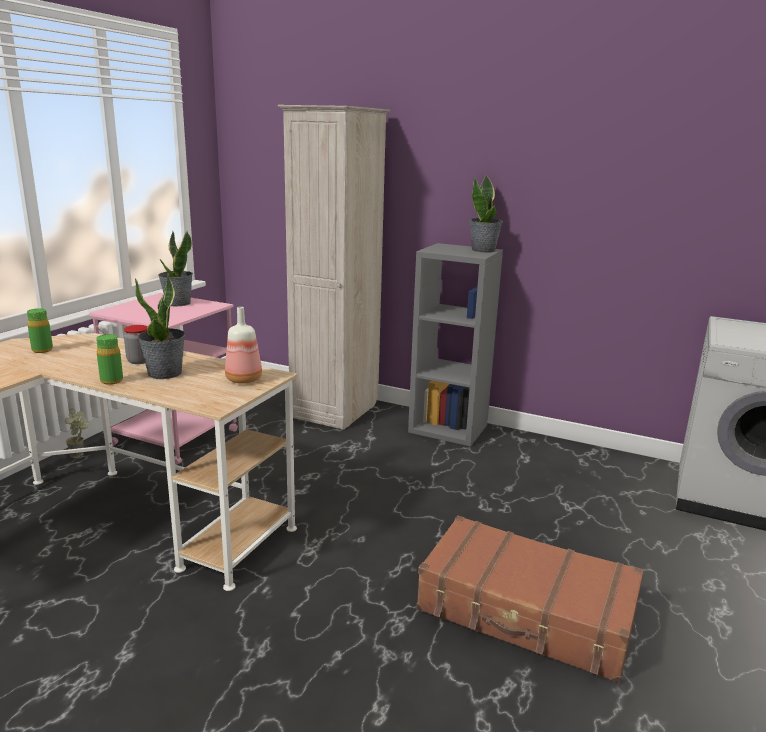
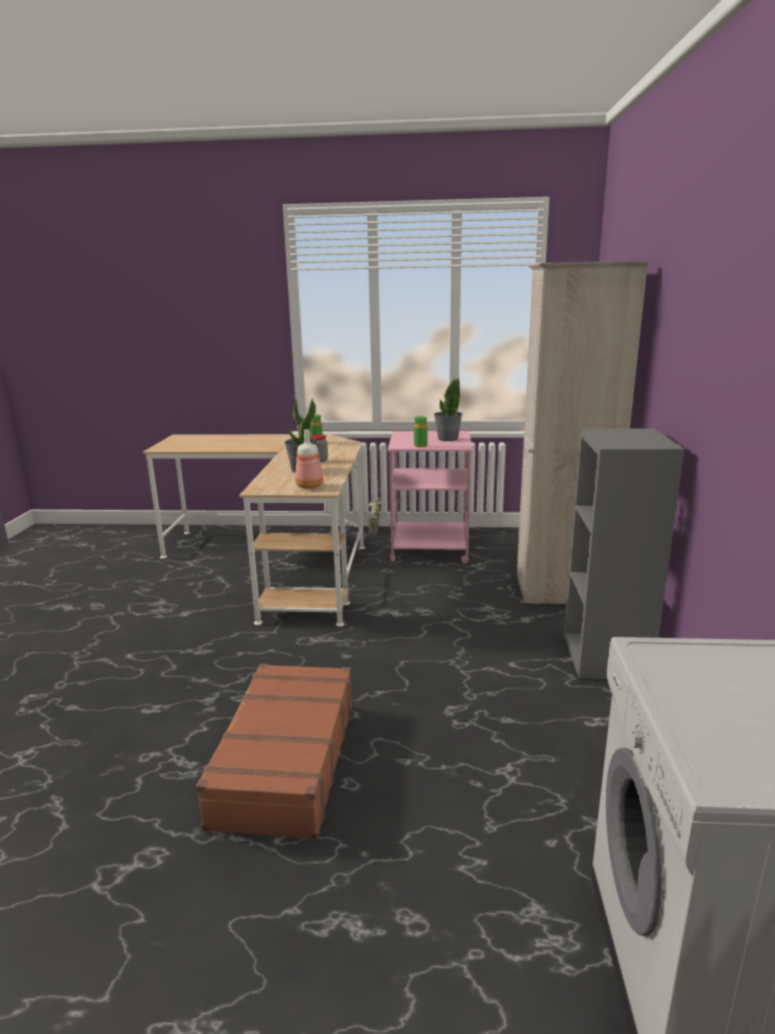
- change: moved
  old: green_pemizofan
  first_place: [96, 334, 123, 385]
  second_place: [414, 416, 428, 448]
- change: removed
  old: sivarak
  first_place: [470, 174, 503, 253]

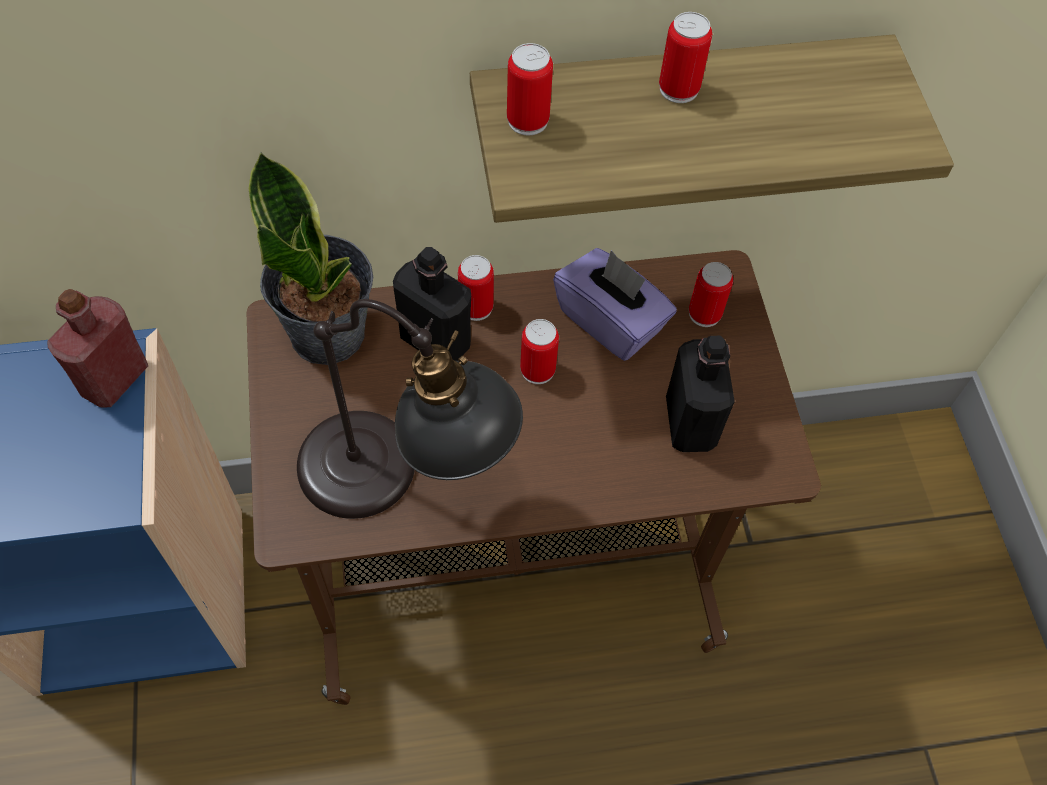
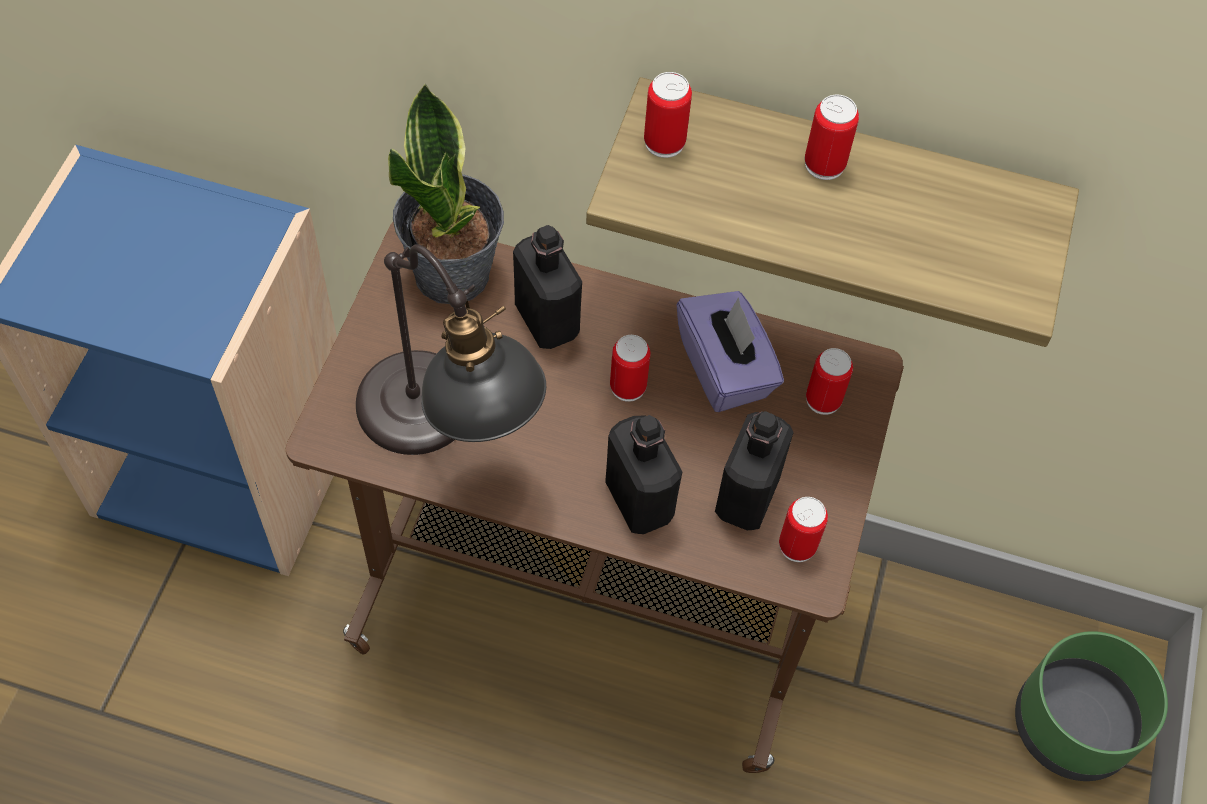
- change: added
  new: black_pemizofan
  second_place: [605, 415, 682, 534]
- change: moved
  old: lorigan
  first_place: [458, 255, 494, 321]
  second_place: [779, 497, 828, 562]
- change: added
  new: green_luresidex
  second_place: [1015, 631, 1168, 781]
- change: removed
  old: red_pemizofan
  first_place: [47, 289, 148, 408]

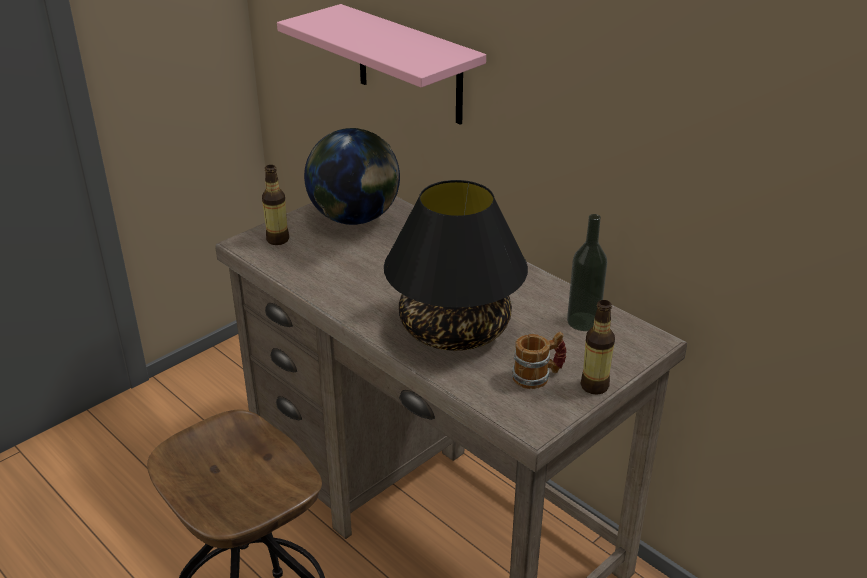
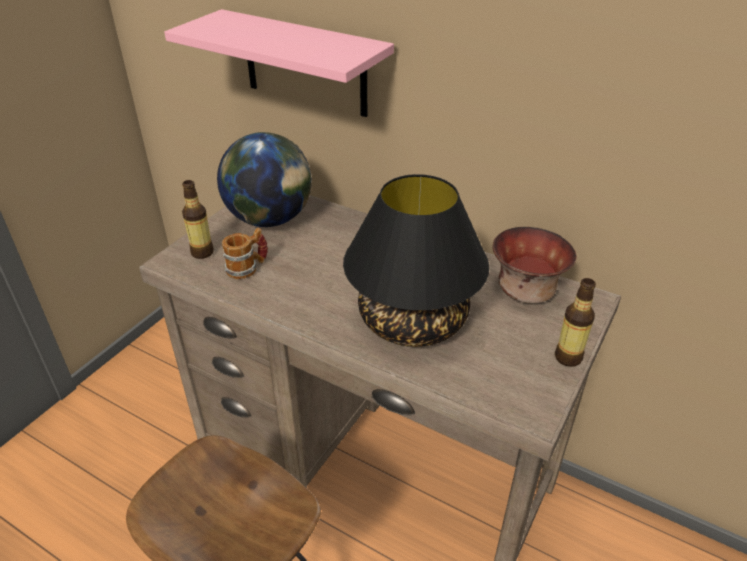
- change: moved
  old: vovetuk
  first_place: [512, 332, 566, 389]
  second_place: [222, 228, 268, 279]
- change: replaced
  old: pemizofan
  new: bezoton
  first_place: [567, 214, 607, 331]
  second_place: [492, 227, 577, 304]

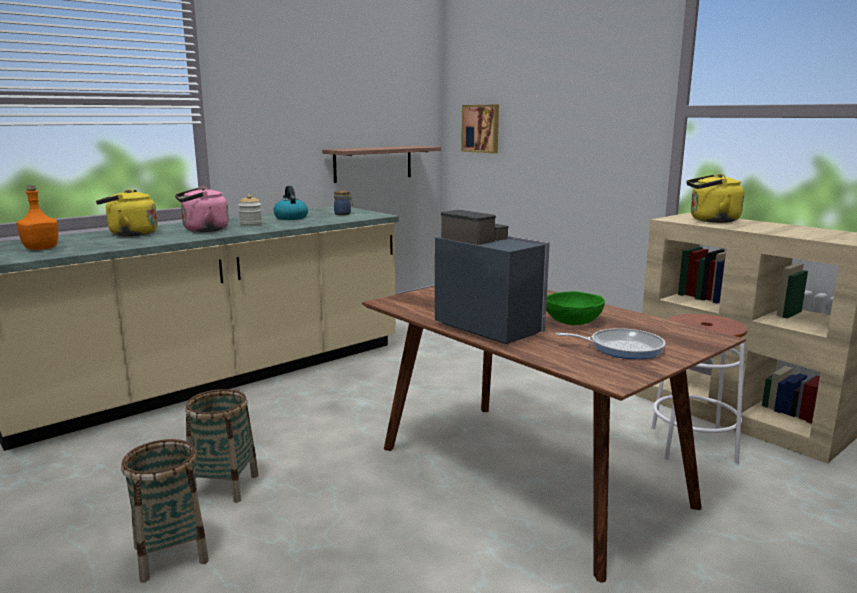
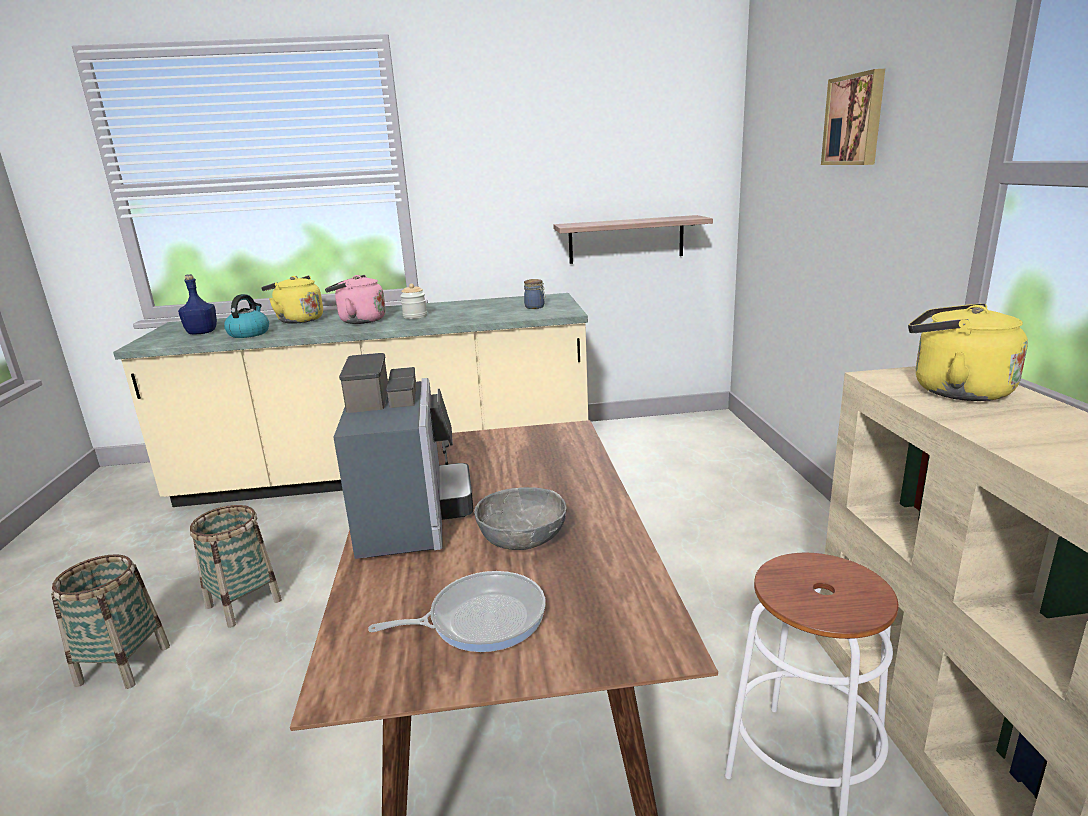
- change: recoloured
  old: orange_pemizofan
  new: blue_pemizofan
  first_place: [16, 186, 58, 250]
  second_place: [178, 274, 217, 334]
- change: moved
  old: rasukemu
  first_place: [274, 186, 308, 220]
  second_place: [224, 294, 269, 338]
- change: turned
  old: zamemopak
  first_place: [556, 328, 665, 359]
  second_place: [368, 571, 546, 652]
  degrees: -60
- change: recoloured
  old: green_bezoton
  new: grey_bezoton
  first_place: [546, 291, 605, 325]
  second_place: [474, 487, 567, 550]
- change: moved
  old: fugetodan
  first_place: [461, 105, 499, 153]
  second_place: [821, 69, 885, 165]

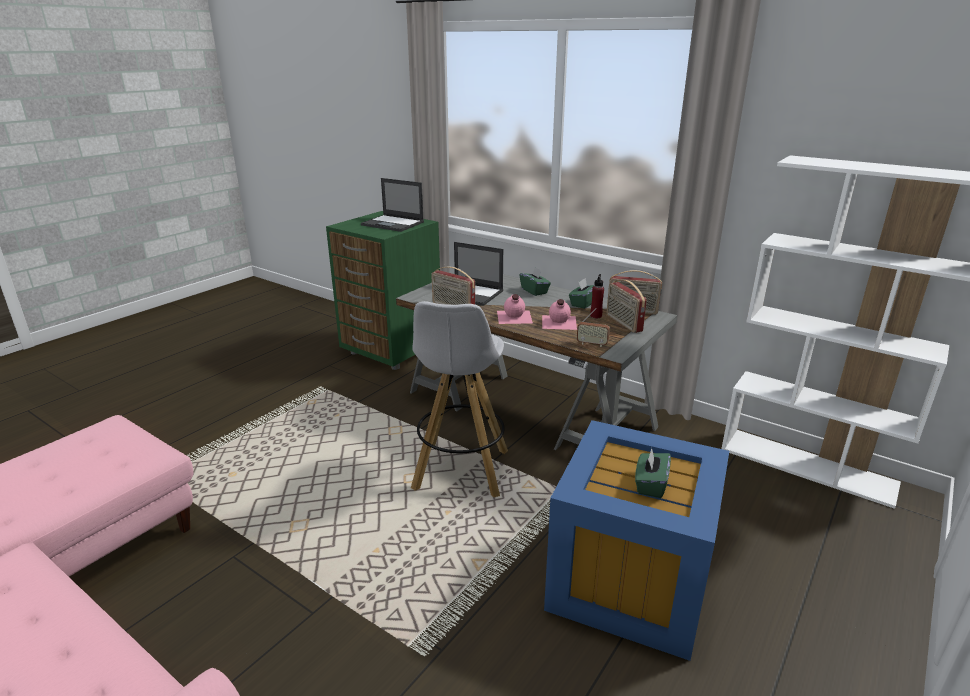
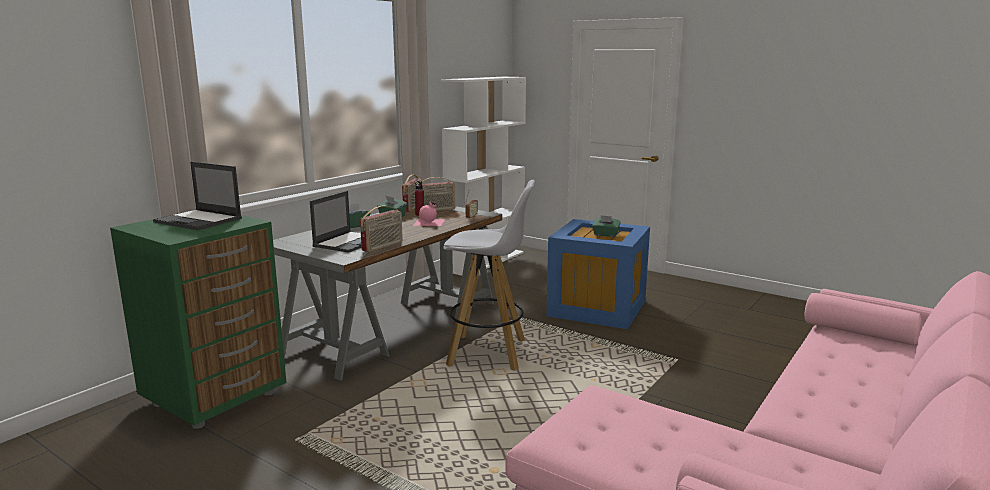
- change: turned
  old: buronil
  first_place: [361, 178, 424, 232]
  second_place: [153, 162, 242, 230]
  degrees: 90
- change: removed
  old: pink_pemizofan
  first_place: [497, 294, 533, 324]

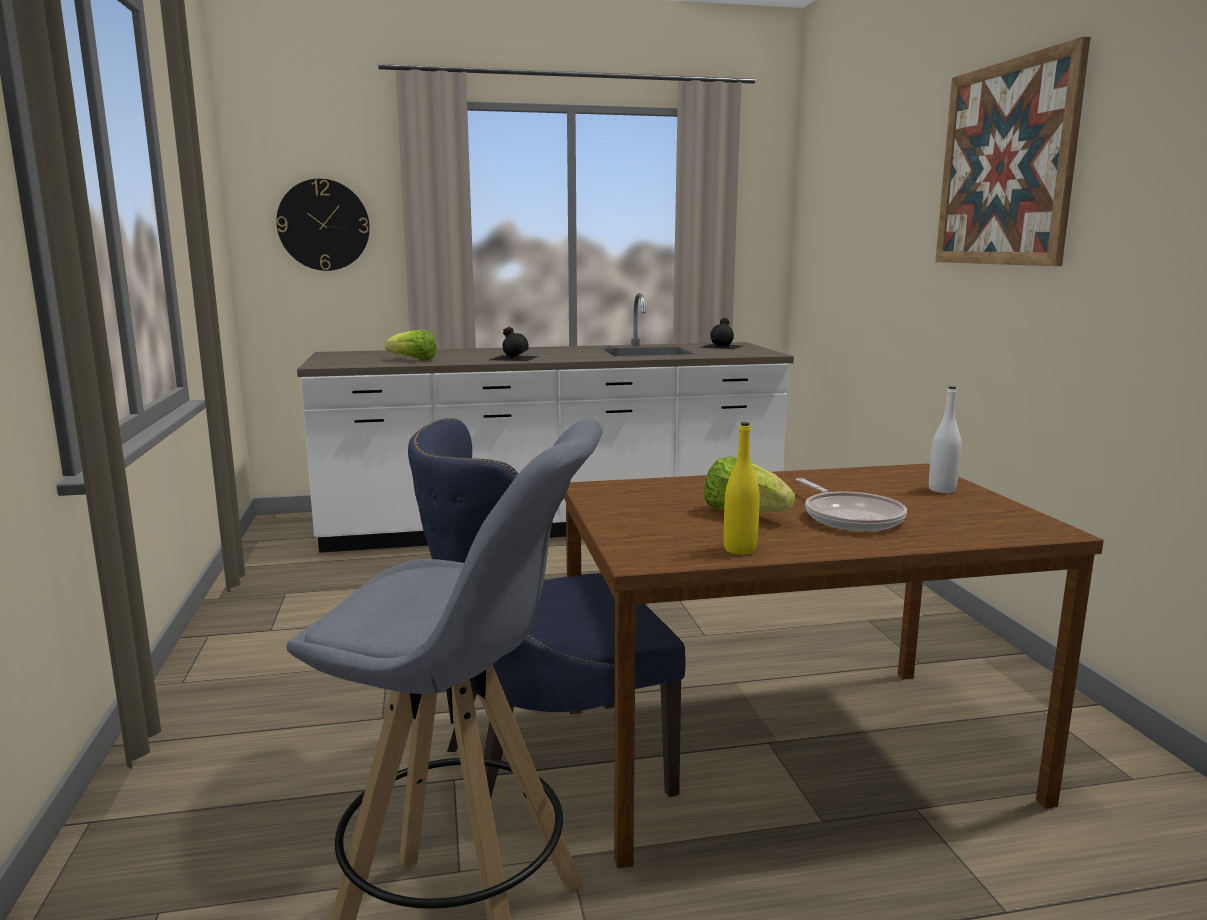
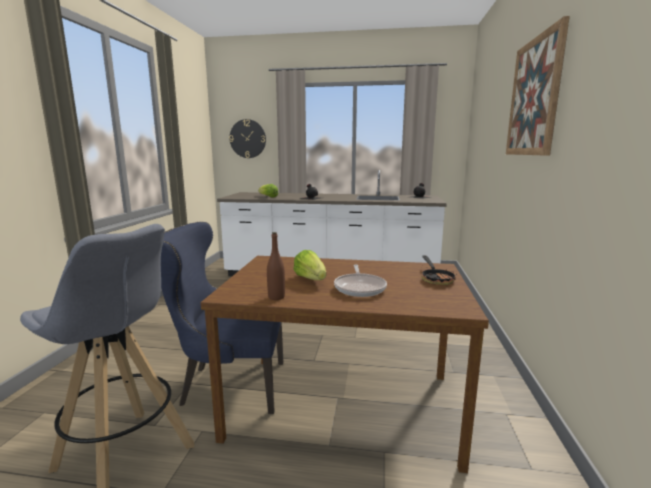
- change: recoloured
  old: yellow_pemizofan
  new: brown_pemizofan
  first_place: [724, 422, 760, 555]
  second_place: [267, 232, 285, 300]
- change: replaced
  old: white_pemizofan
  new: zamemopak
  first_place: [929, 386, 961, 493]
  second_place: [421, 255, 456, 285]

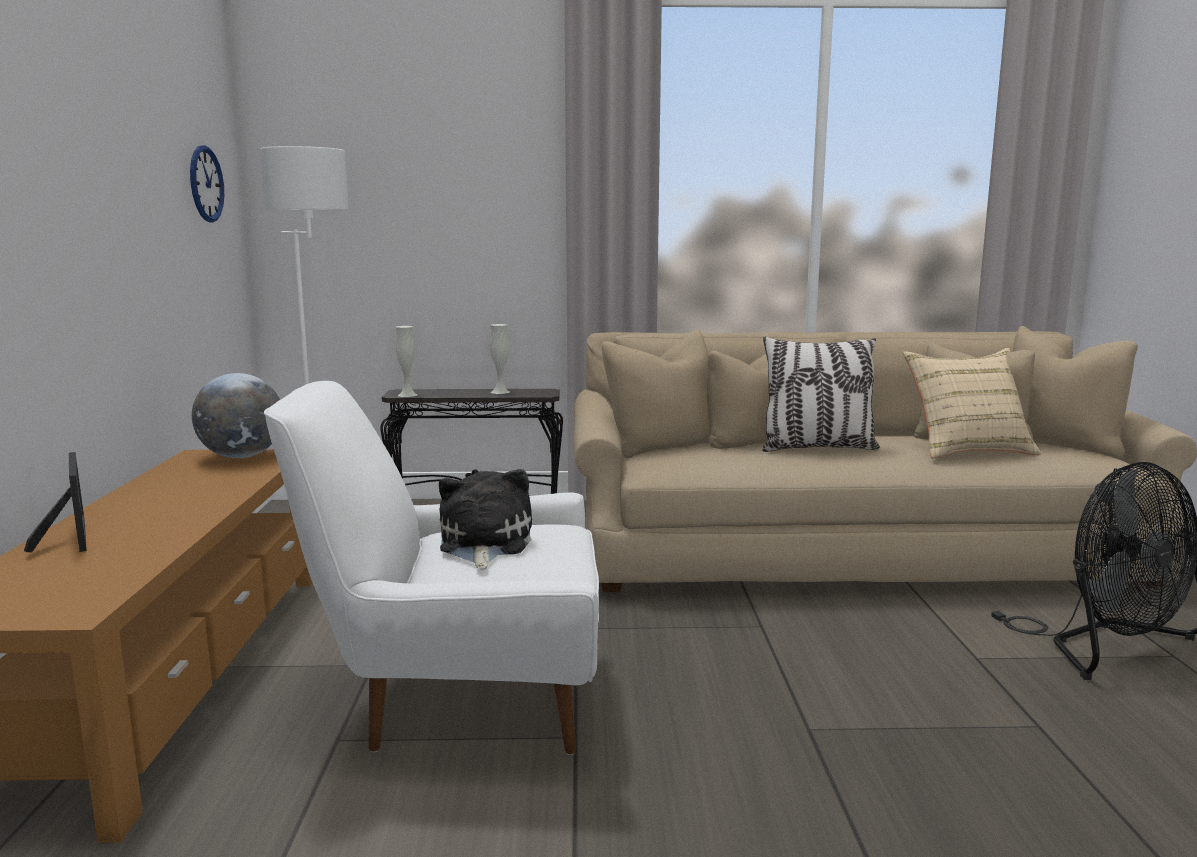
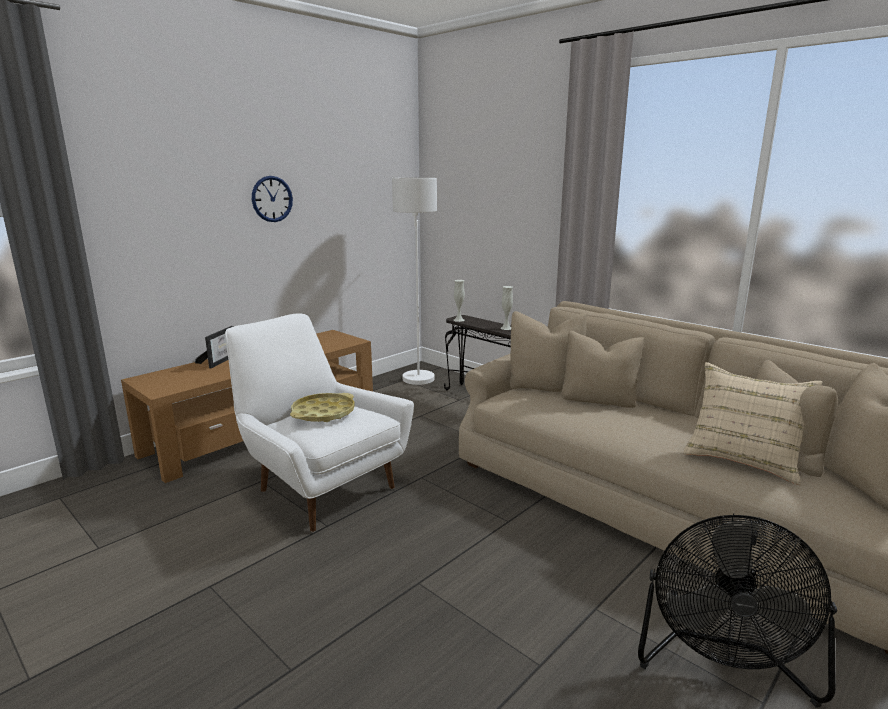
- change: moved
  old: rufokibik
  first_place: [190, 145, 224, 222]
  second_place: [252, 176, 293, 222]
- change: replaced
  old: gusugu
  new: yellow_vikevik
  first_place: [439, 469, 532, 569]
  second_place: [290, 393, 355, 422]
- change: removed
  old: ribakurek
  first_place: [192, 373, 280, 458]
- change: removed
  old: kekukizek
  first_place: [762, 336, 880, 452]

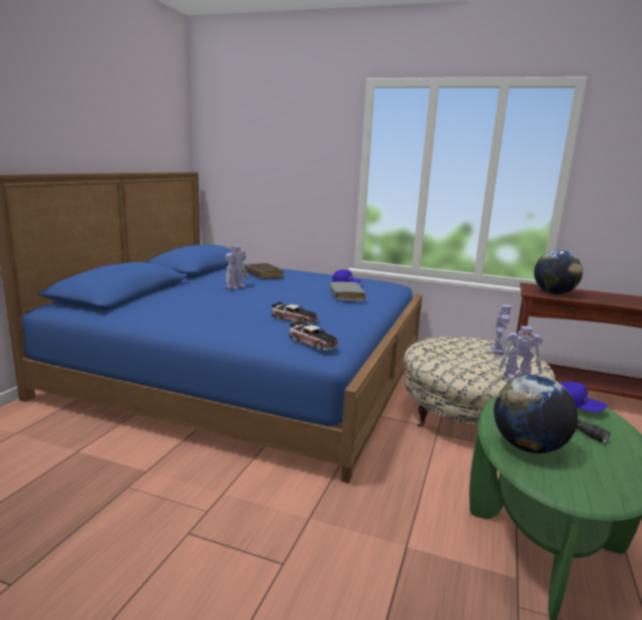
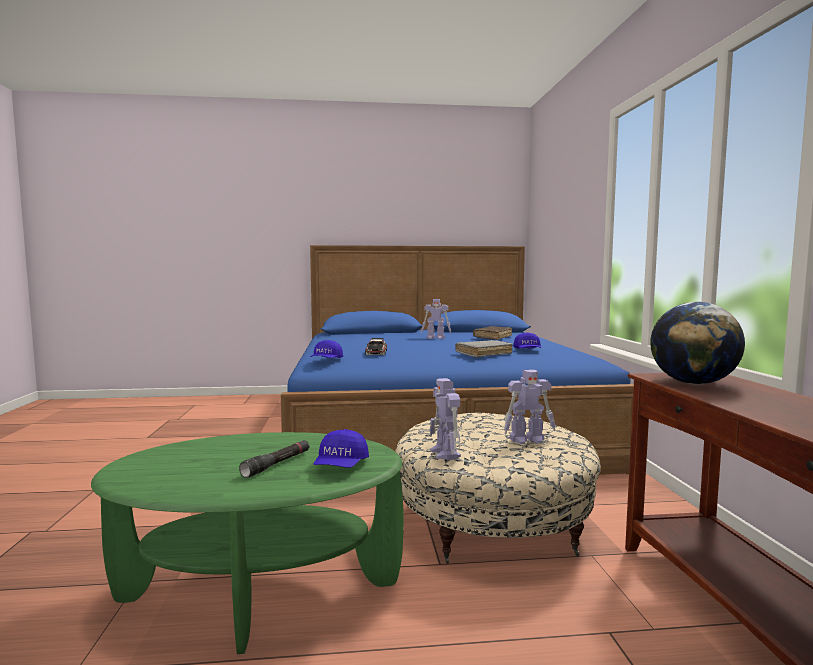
- change: replaced
  old: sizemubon
  new: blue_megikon
  first_place: [289, 321, 339, 350]
  second_place: [310, 340, 343, 358]
- change: removed
  old: ribakurek
  first_place: [494, 375, 578, 454]

